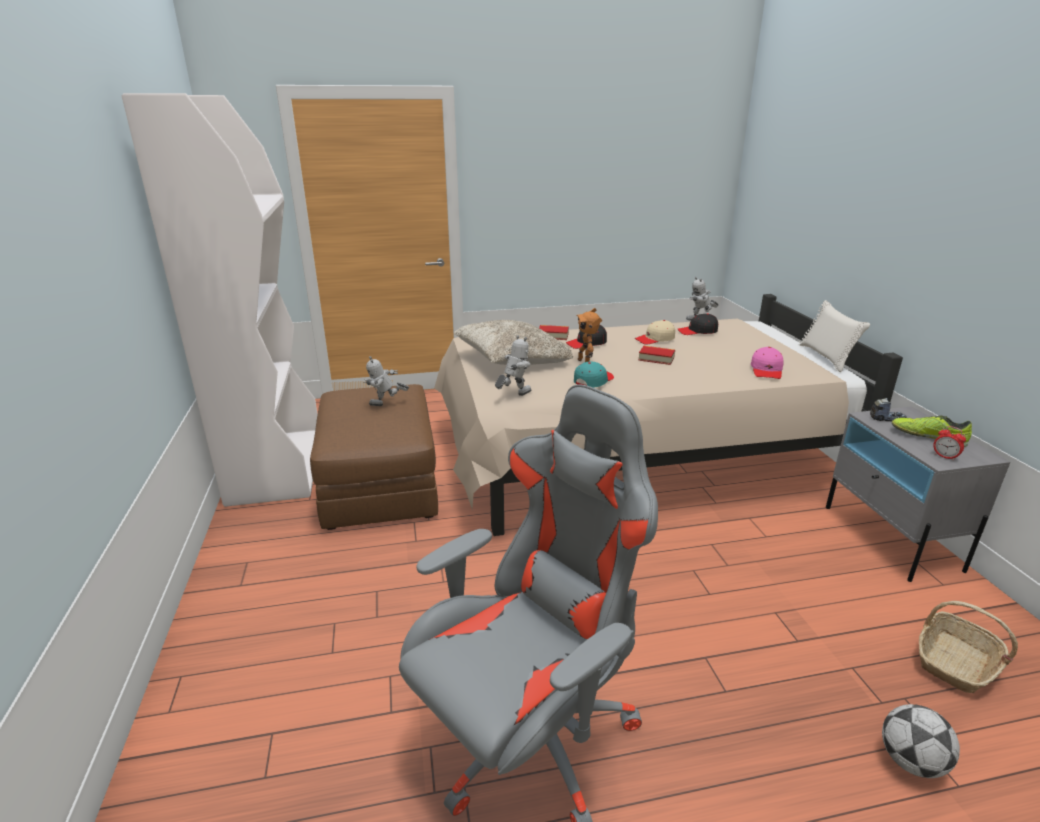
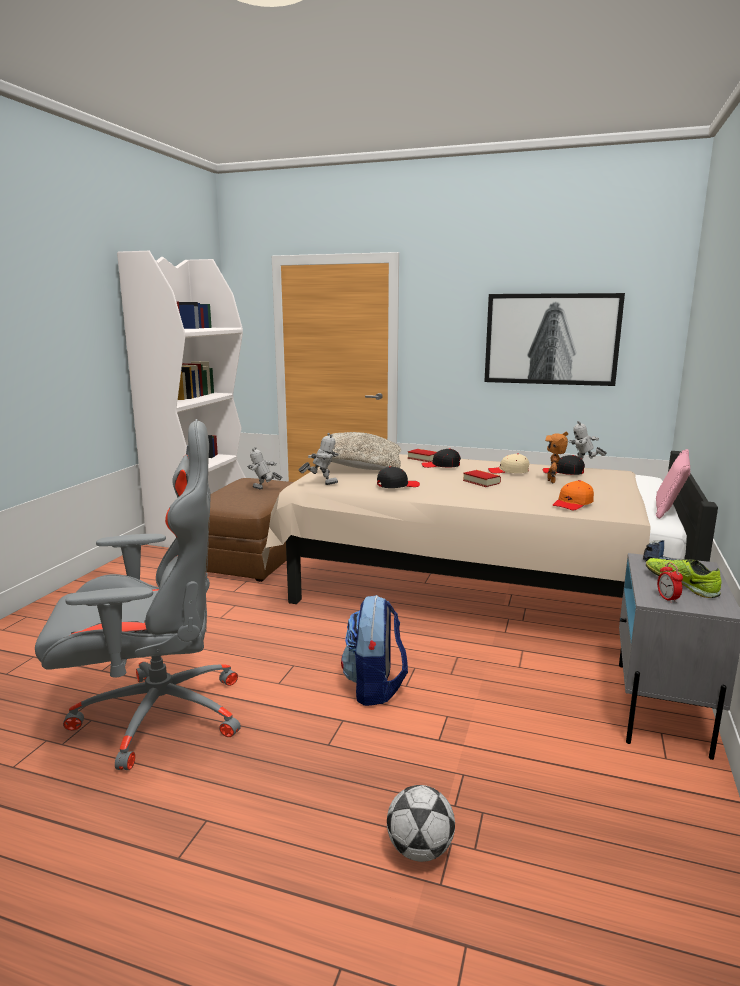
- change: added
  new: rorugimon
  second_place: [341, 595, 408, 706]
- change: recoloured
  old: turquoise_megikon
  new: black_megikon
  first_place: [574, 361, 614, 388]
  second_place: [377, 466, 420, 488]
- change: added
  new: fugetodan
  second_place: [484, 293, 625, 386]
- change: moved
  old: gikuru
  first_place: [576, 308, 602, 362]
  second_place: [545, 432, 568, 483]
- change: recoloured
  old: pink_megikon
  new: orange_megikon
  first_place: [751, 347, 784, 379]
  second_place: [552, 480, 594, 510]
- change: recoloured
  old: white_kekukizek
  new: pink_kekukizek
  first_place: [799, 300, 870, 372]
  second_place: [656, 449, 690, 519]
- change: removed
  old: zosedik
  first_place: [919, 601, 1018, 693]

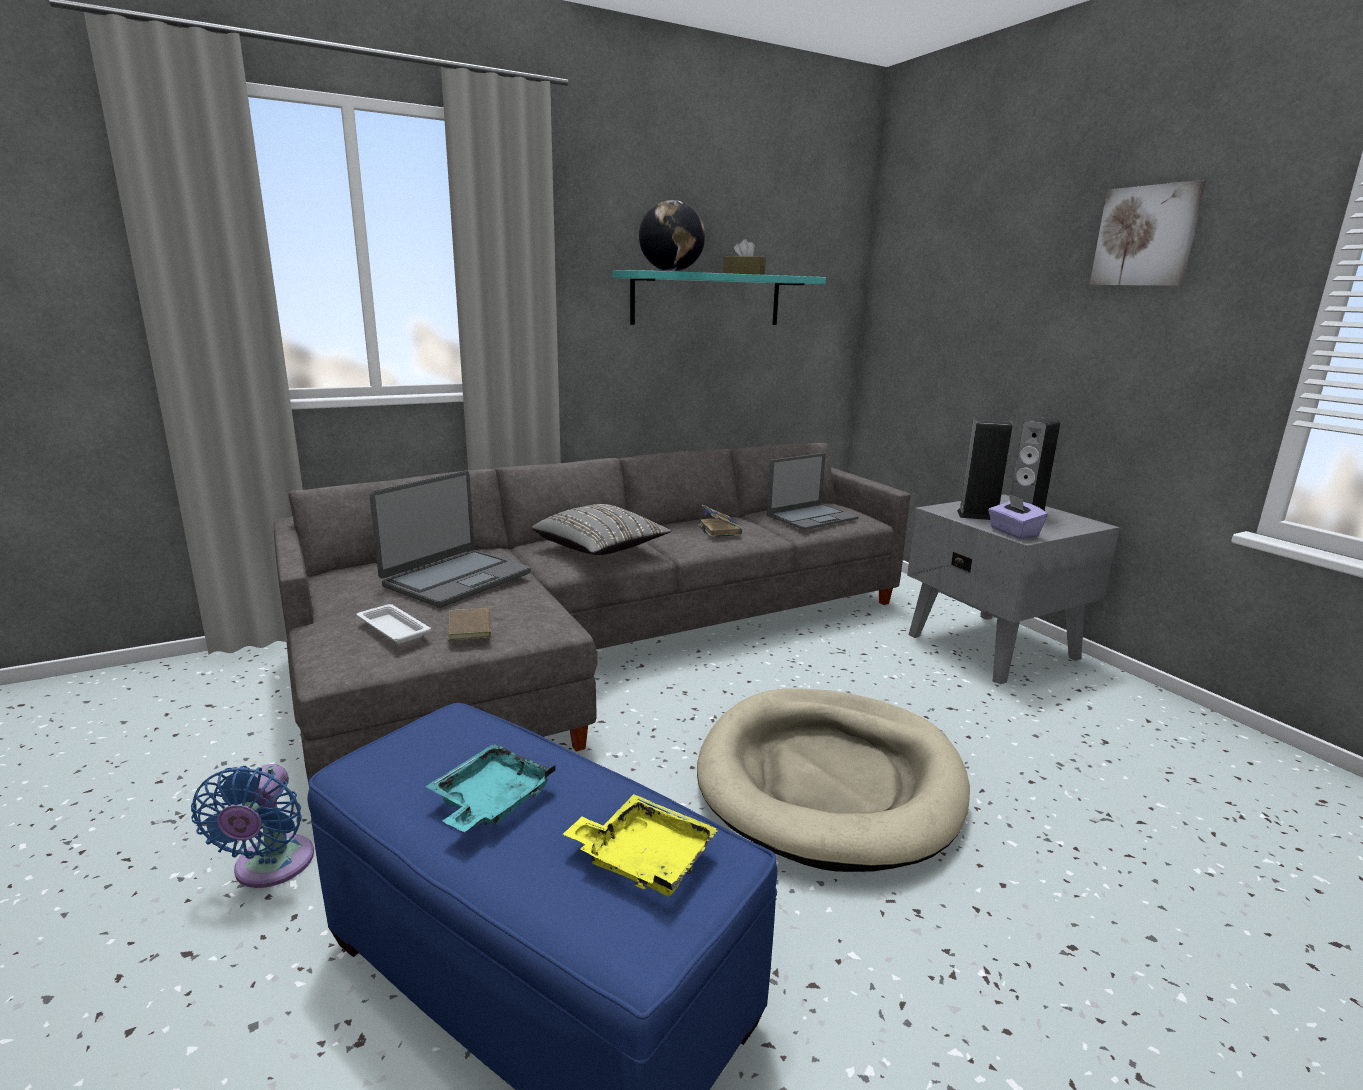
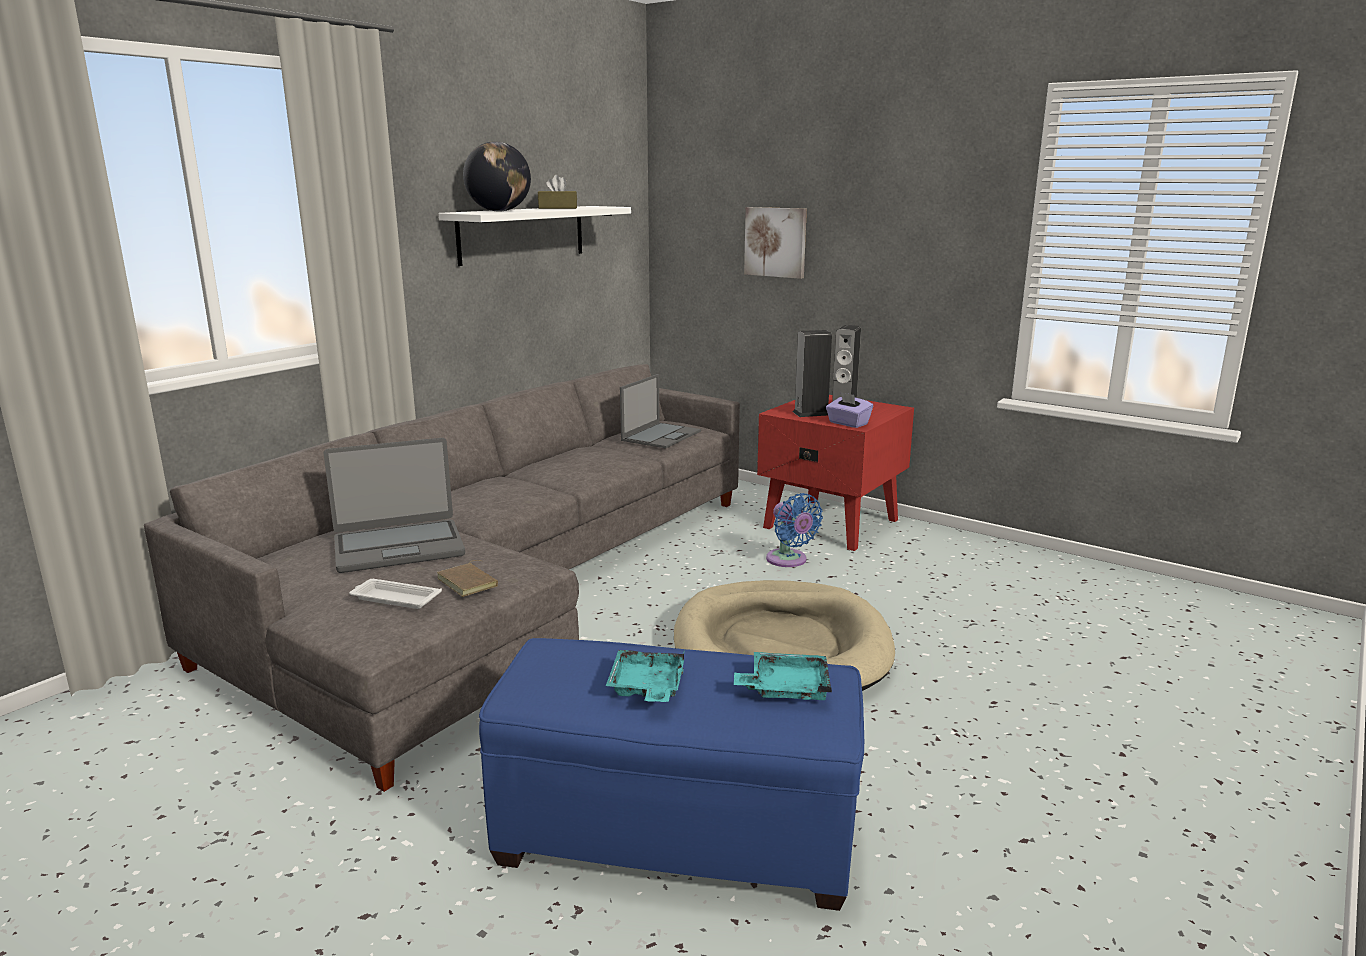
- change: turned
  old: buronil
  first_place: [370, 471, 531, 608]
  second_place: [324, 438, 465, 573]
  degrees: 60
- change: recoloured
  old: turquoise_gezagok
  new: white_gezagok
  first_place: [613, 270, 826, 325]
  second_place: [439, 206, 631, 266]
- change: recoloured
  old: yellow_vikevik
  new: turquoise_vikevik
  first_place: [563, 794, 719, 896]
  second_place: [734, 652, 832, 700]
- change: moved
  old: fugetodan
  first_place: [1090, 180, 1206, 286]
  second_place: [744, 207, 807, 279]
- change: recoloured
  old: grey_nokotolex
  new: red_nokotolex
  first_place: [907, 494, 1120, 684]
  second_place: [757, 395, 914, 551]
- change: moved
  old: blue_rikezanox
  first_place: [191, 764, 314, 888]
  second_place: [766, 493, 823, 567]
- change: removed
  old: grey_kekukizek
  first_place: [532, 504, 671, 555]
- change: removed
  old: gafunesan
  first_place: [698, 504, 742, 538]

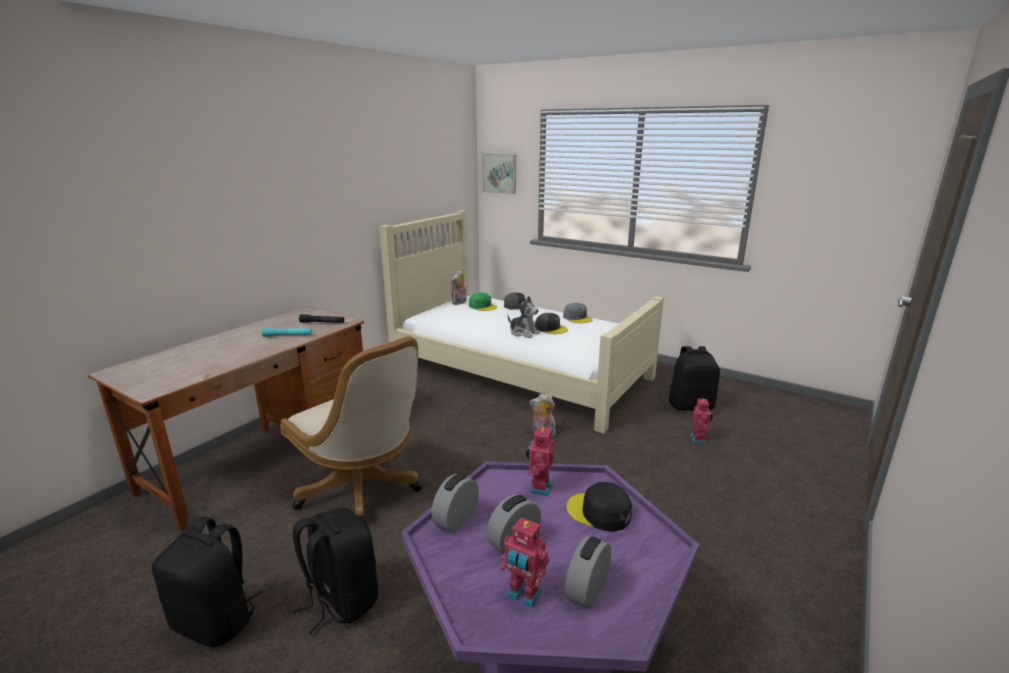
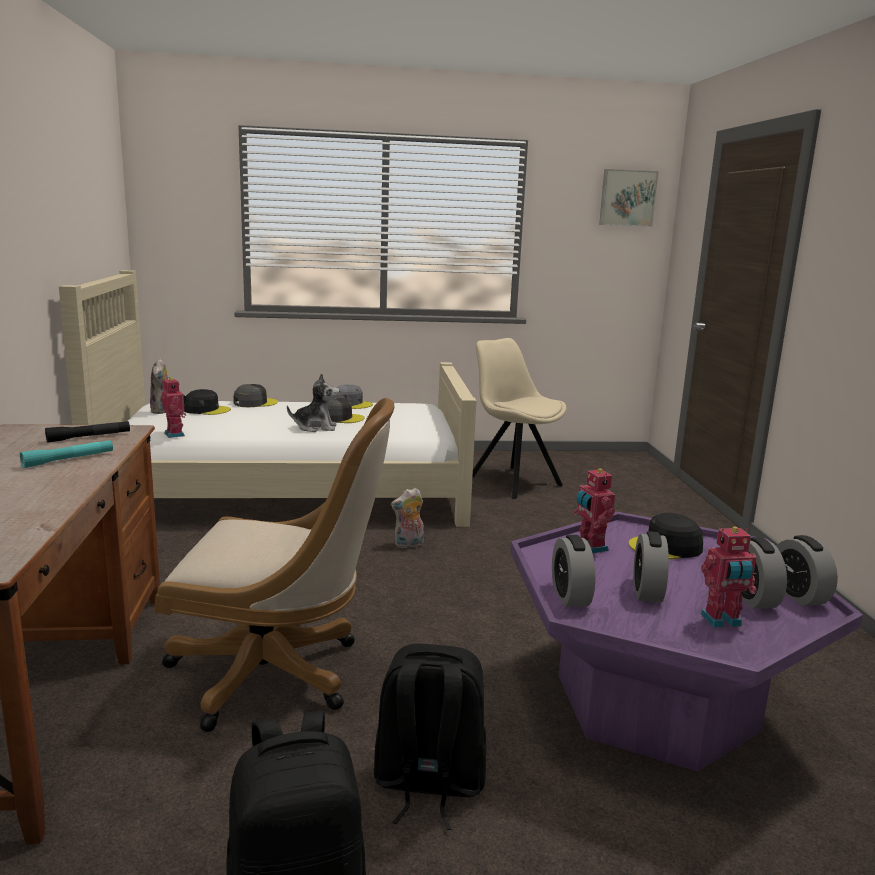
- change: moved
  old: gikuru
  first_place: [690, 397, 713, 443]
  second_place: [162, 377, 187, 438]
- change: recoloured
  old: green_megikon
  new: black_megikon
  first_place: [469, 292, 497, 311]
  second_place: [184, 389, 231, 415]
- change: replaced
  old: black_rorugimon
  new: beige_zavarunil
  first_place: [669, 346, 720, 411]
  second_place: [472, 338, 567, 499]
- change: moved
  old: fugetodan
  first_place: [482, 154, 516, 194]
  second_place: [599, 169, 659, 227]
- change: added
  new: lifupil
  second_place: [776, 535, 838, 606]

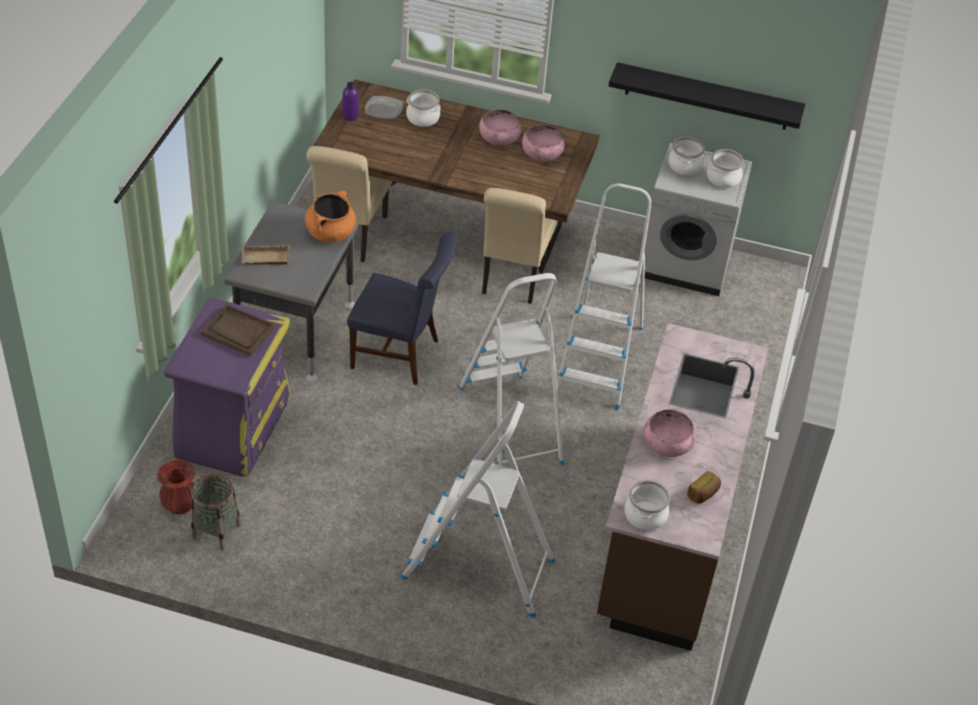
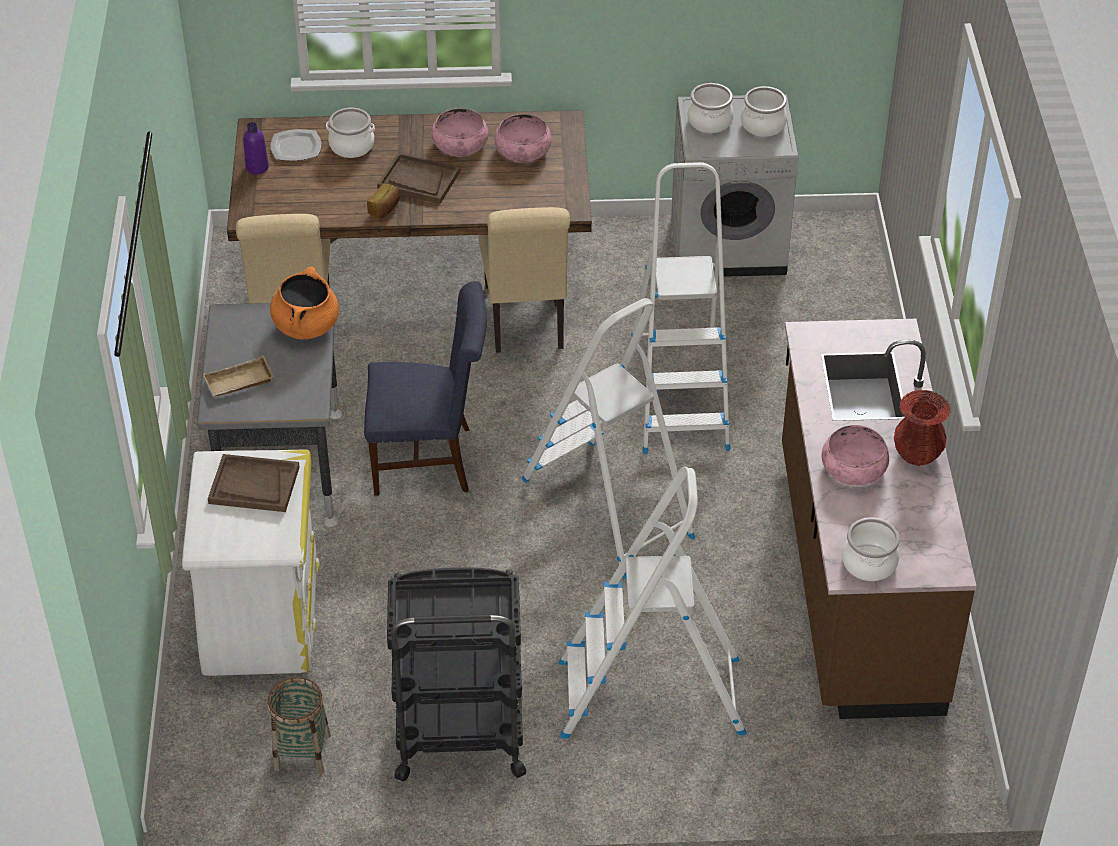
- change: recoloured
  old: purple_nokotolex
  new: white_nokotolex
  first_place: [164, 298, 290, 477]
  second_place: [182, 449, 320, 676]
- change: moved
  old: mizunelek
  first_place: [687, 471, 721, 504]
  second_place: [367, 184, 400, 218]
- change: added
  new: brown_vikevik
  second_place: [377, 152, 460, 204]
- change: added
  new: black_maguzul
  second_place: [387, 567, 526, 781]
- change: moved
  old: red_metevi
  first_place: [157, 460, 195, 514]
  second_place: [894, 390, 950, 466]
- change: removed
  old: black_gezagok
  first_place: [609, 62, 805, 130]

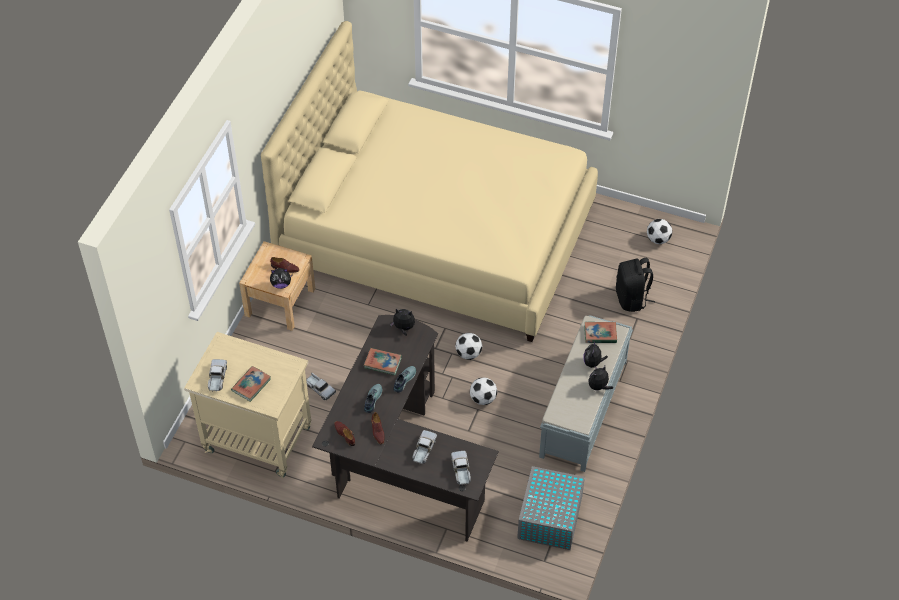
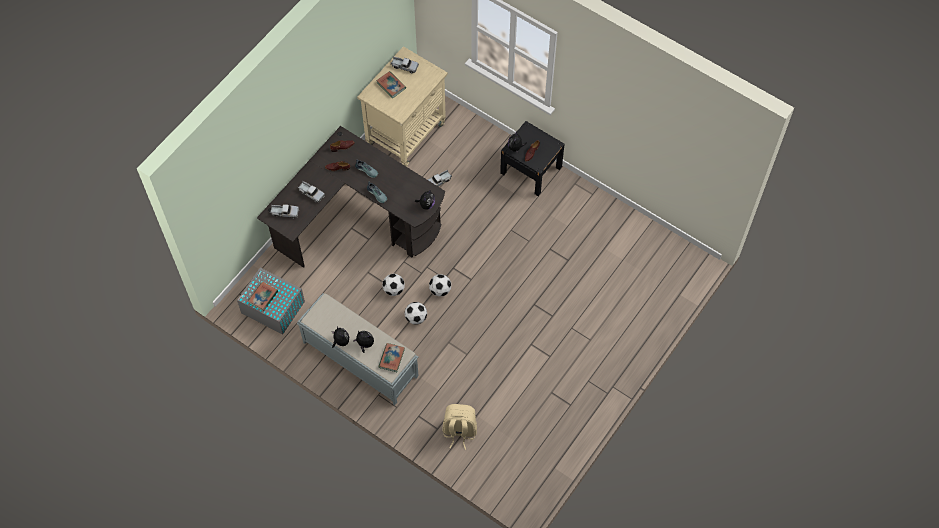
- change: moved
  old: gafunesan
  first_place: [364, 348, 402, 375]
  second_place: [248, 281, 278, 311]
- change: moved
  old: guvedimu
  first_place: [647, 219, 672, 244]
  second_place: [405, 302, 427, 325]
- change: recoloured
  old: black_rorugimon
  new: beige_rorugimon
  first_place: [616, 258, 655, 312]
  second_place: [443, 404, 477, 450]
- change: recoloured
  old: beige_nokotolex
  new: black_nokotolex
  first_place: [239, 241, 315, 331]
  second_place: [500, 121, 565, 196]
- change: removed
  old: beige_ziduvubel
  first_place: [261, 21, 598, 342]

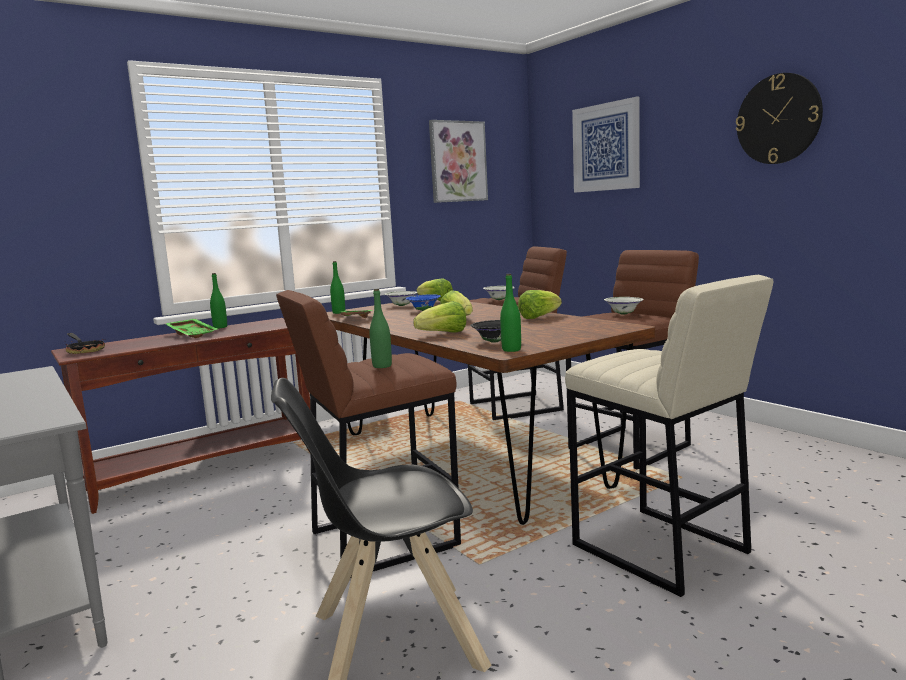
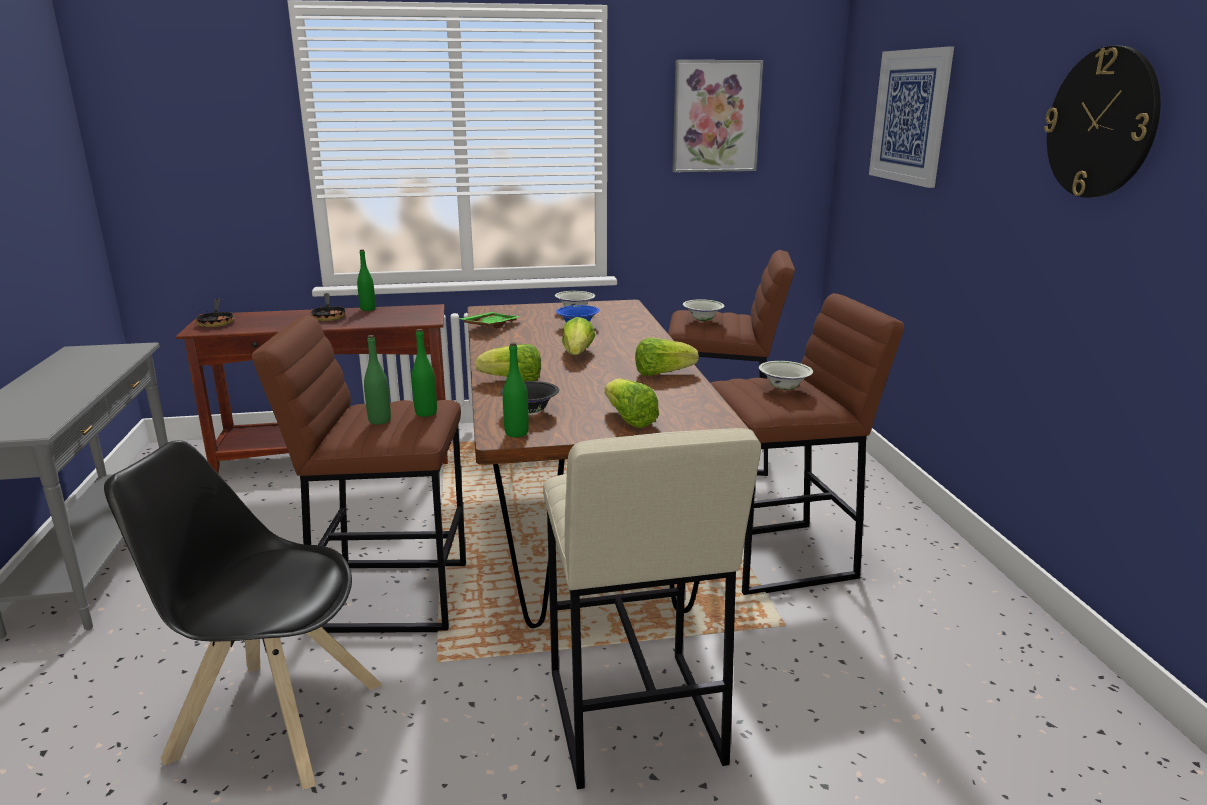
- change: replaced
  old: green_vikevik
  new: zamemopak
  first_place: [165, 319, 217, 338]
  second_place: [311, 293, 346, 321]
- change: moved
  old: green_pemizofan
  first_place: [330, 261, 345, 314]
  second_place: [412, 329, 437, 417]
- change: moved
  old: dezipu
  first_place: [417, 278, 453, 301]
  second_place: [604, 379, 659, 428]

